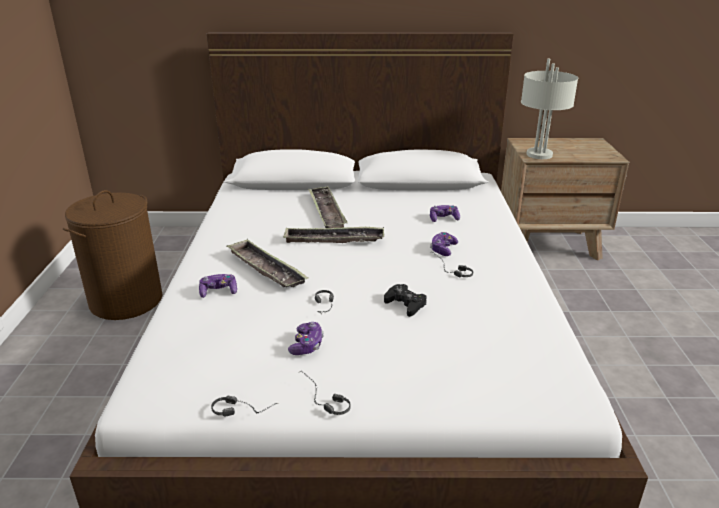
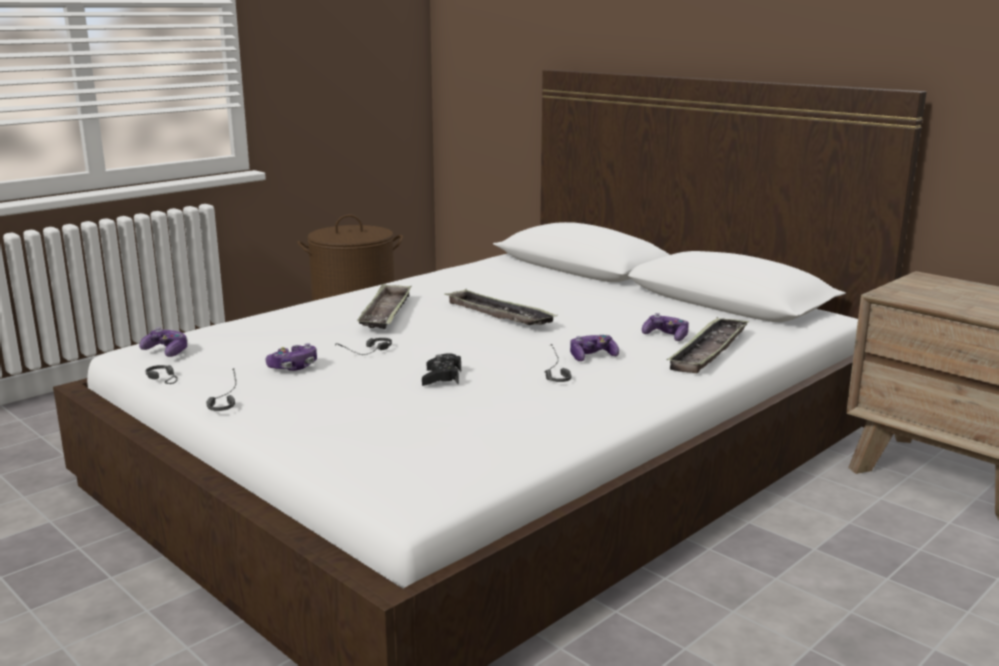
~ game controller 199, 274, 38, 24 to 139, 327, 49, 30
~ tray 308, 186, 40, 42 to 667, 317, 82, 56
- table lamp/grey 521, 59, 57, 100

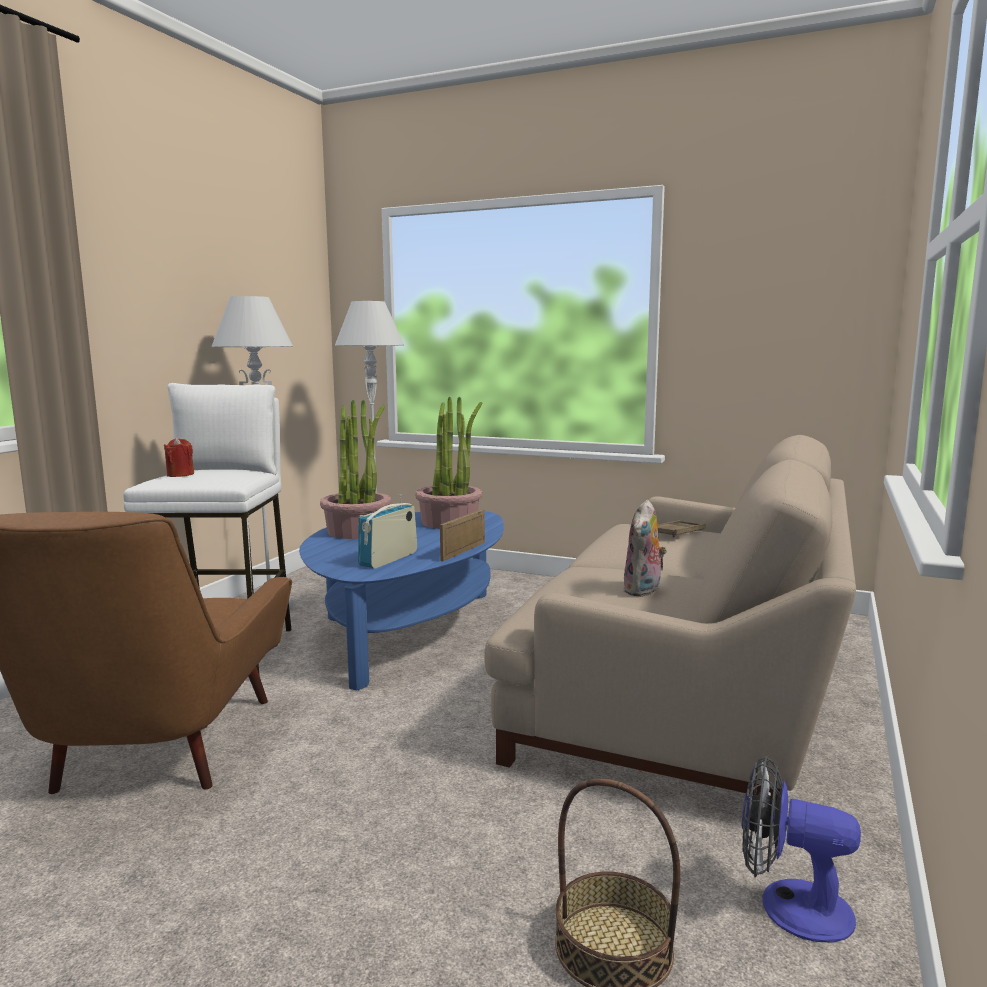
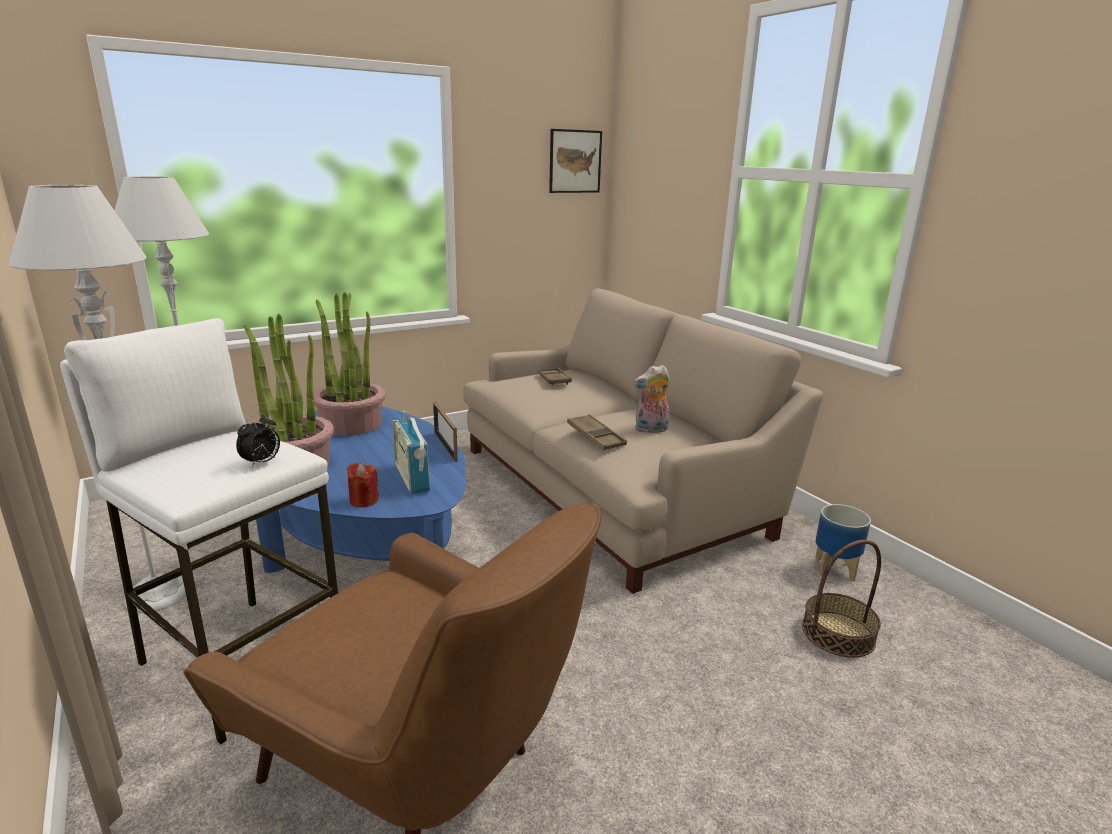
+ alarm clock 236, 413, 44, 55
~ candle/red 164, 437, 30, 40 to 347, 463, 32, 44
+ picture 549, 129, 53, 64
+ tray/brown 567, 414, 60, 36
~ plush toy 623, 500, 44, 97 = 633, 365, 37, 68 105 degrees clockwise
~ fan 741, 756, 120, 187 to planter 815, 504, 56, 77

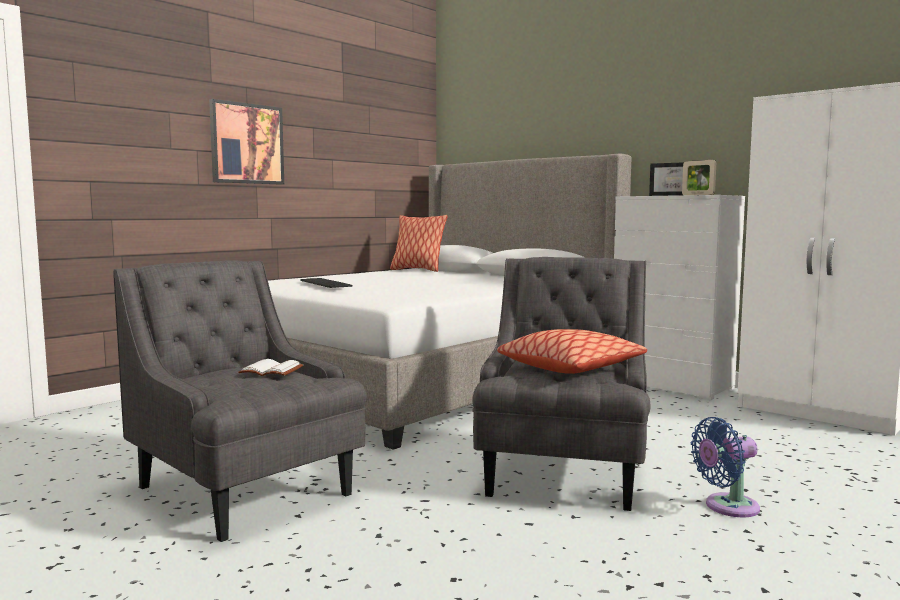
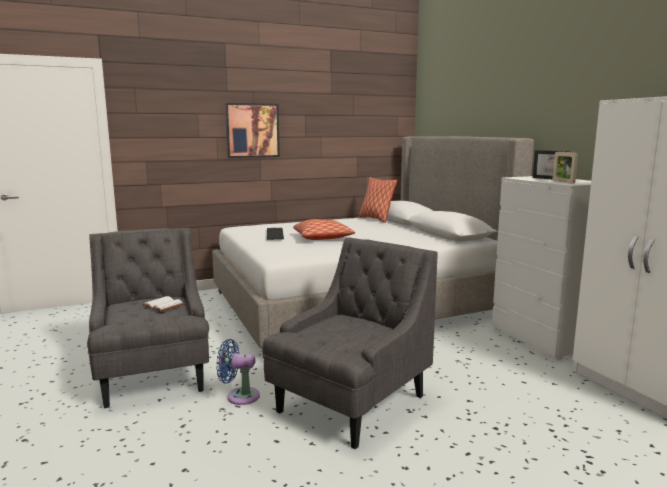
~ fan/blue 691, 417, 69, 100 to 216, 339, 44, 66
~ pillow 497, 329, 150, 45 to 293, 219, 62, 21

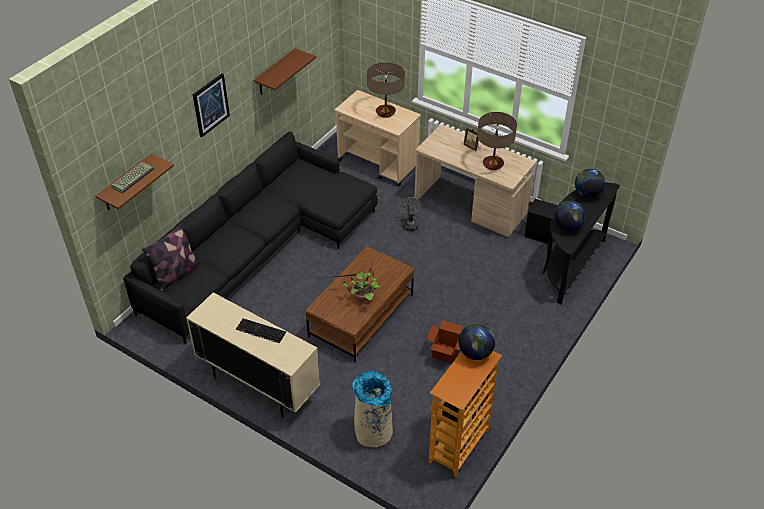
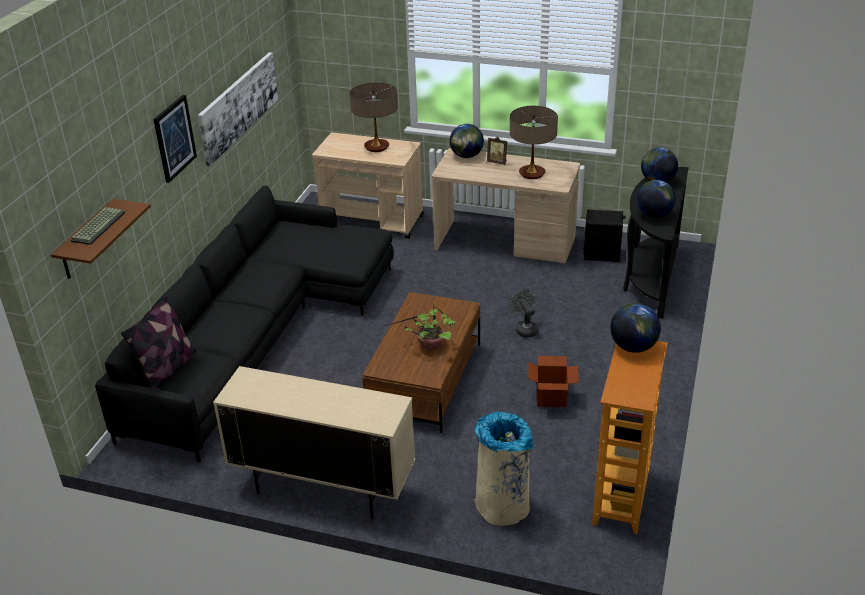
~ shelf/brown 253, 48, 63, 47 to picture 198, 52, 80, 114
+ globe 450, 124, 34, 34
~ fan/grey 400, 197, 21, 34 to 509, 289, 29, 49
- keyboard 236, 318, 50, 25

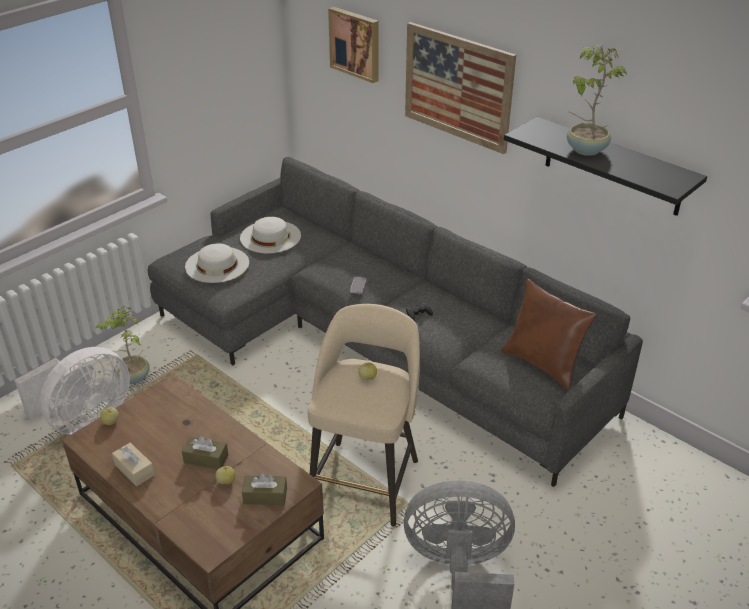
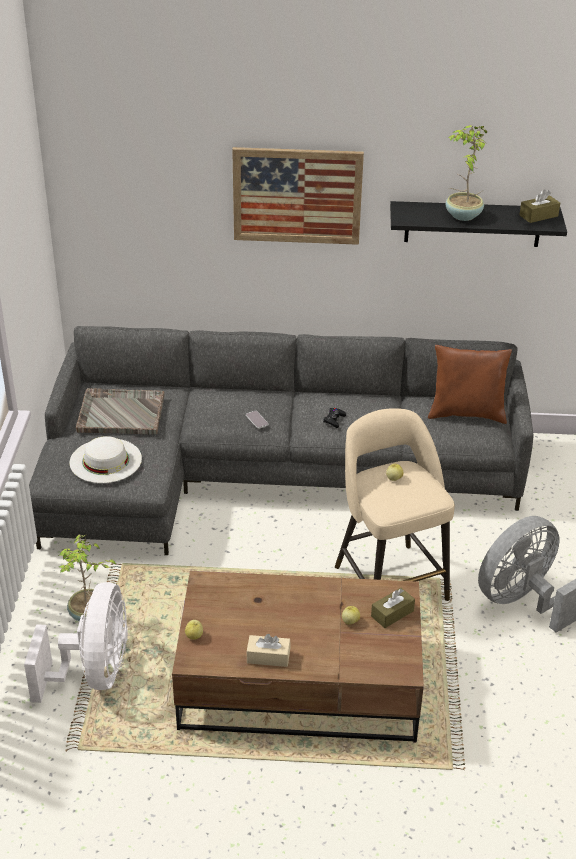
~ hat/white 240, 217, 61, 36 to tray/grey 76, 388, 89, 46
~ tissue box/brown 182, 436, 46, 34 to 520, 189, 40, 34
- picture 328, 7, 51, 76

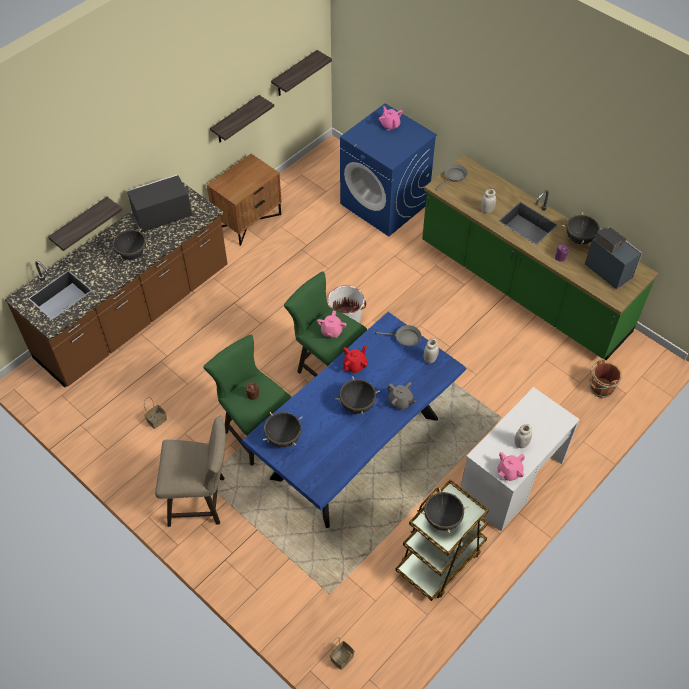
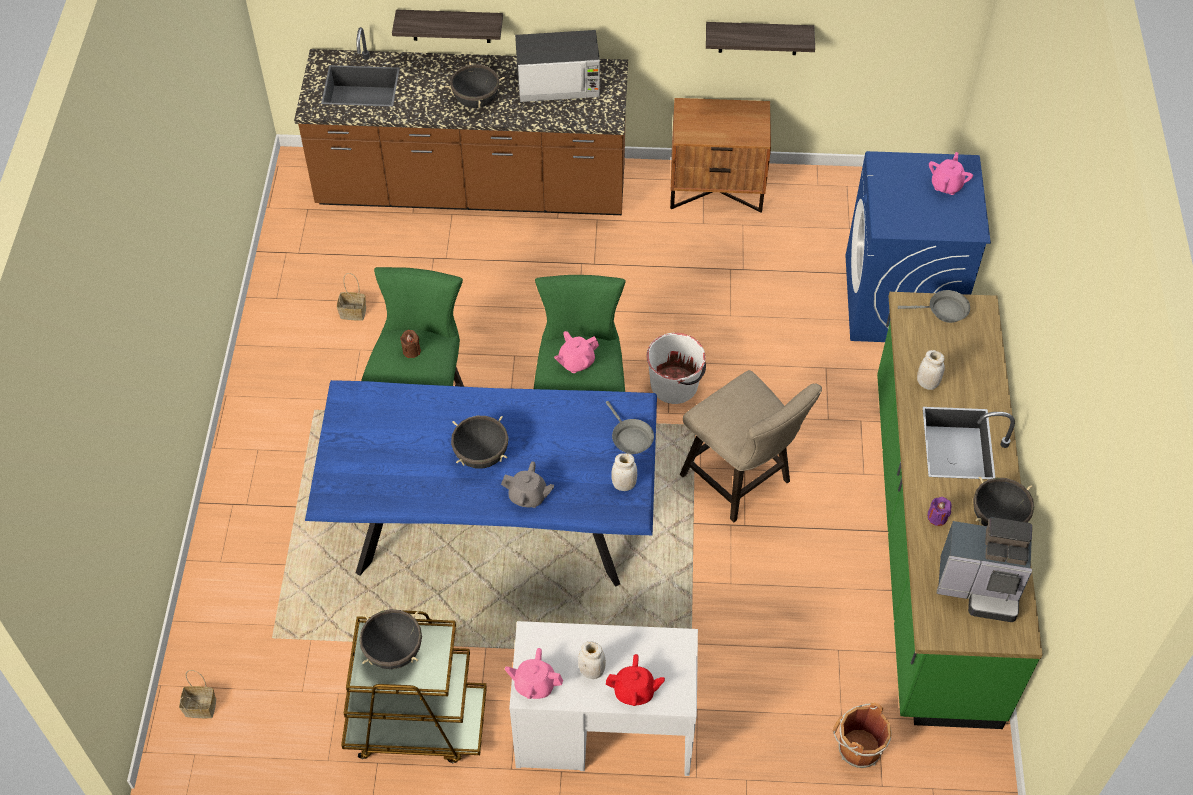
~ teapot/grey 387, 382, 30, 28 = 501, 462, 53, 46 75 degrees counterclockwise
~ microwave 127, 174, 65, 58 = 515, 30, 85, 72 150 degrees clockwise
~ teapot/red 343, 345, 24, 28 to 606, 654, 59, 52
~ stool/beige 155, 416, 71, 111 to 680, 370, 142, 152
~ coffee machine 585, 227, 58, 62 = 937, 517, 95, 105 90 degrees clockwise
- cooking pot/black 263, 412, 39, 36
- shelf 271, 50, 61, 46

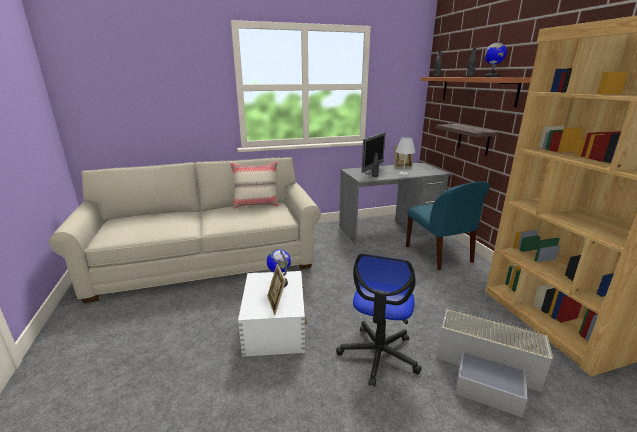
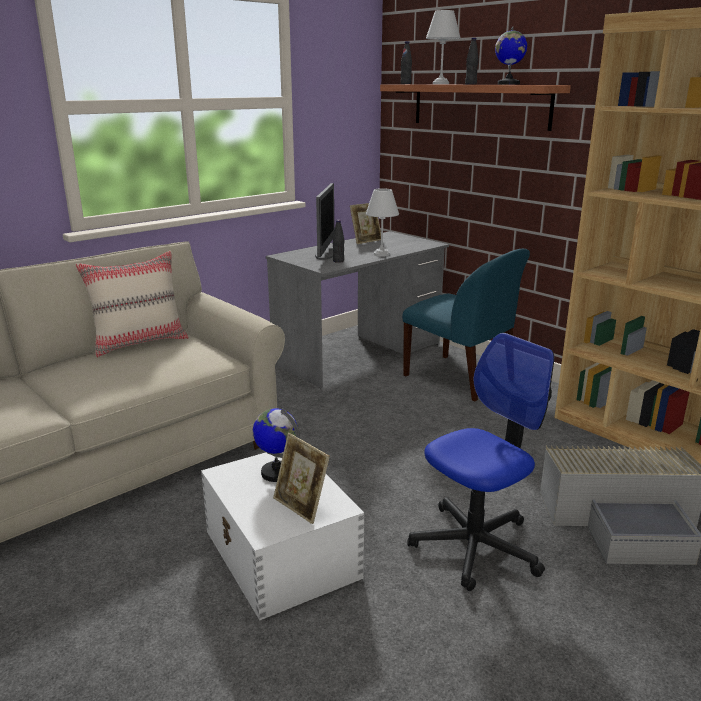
~ office chair 336, 253, 86, 134 = 407, 333, 147, 258 120 degrees counterclockwise
+ table lamp/white 426, 10, 35, 74
- shelf 436, 124, 63, 32

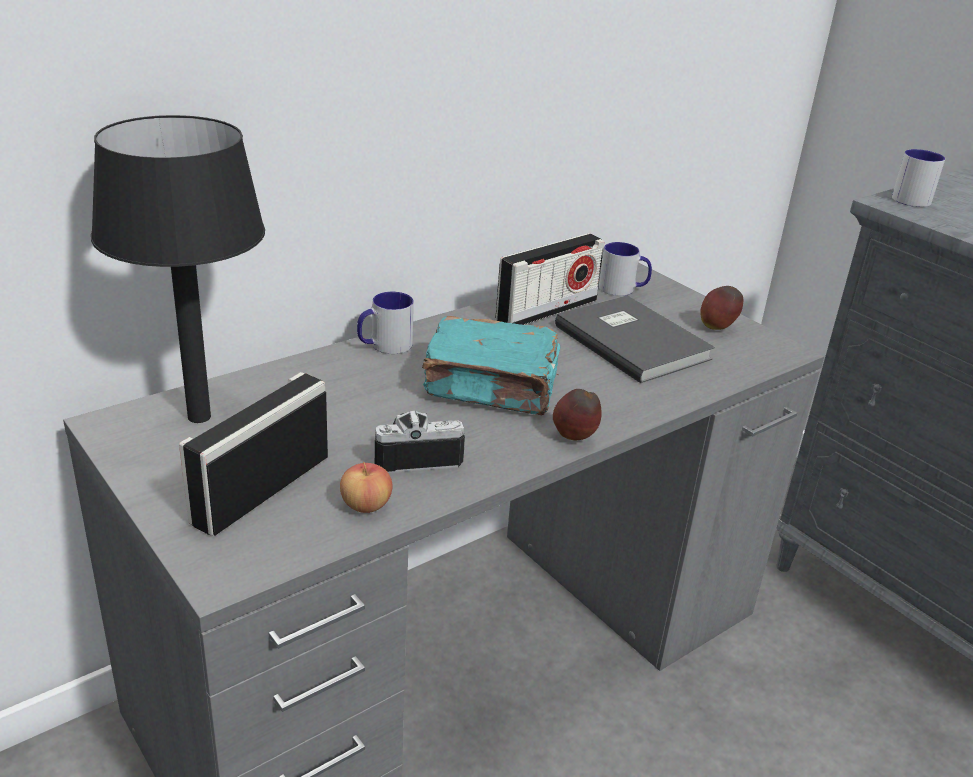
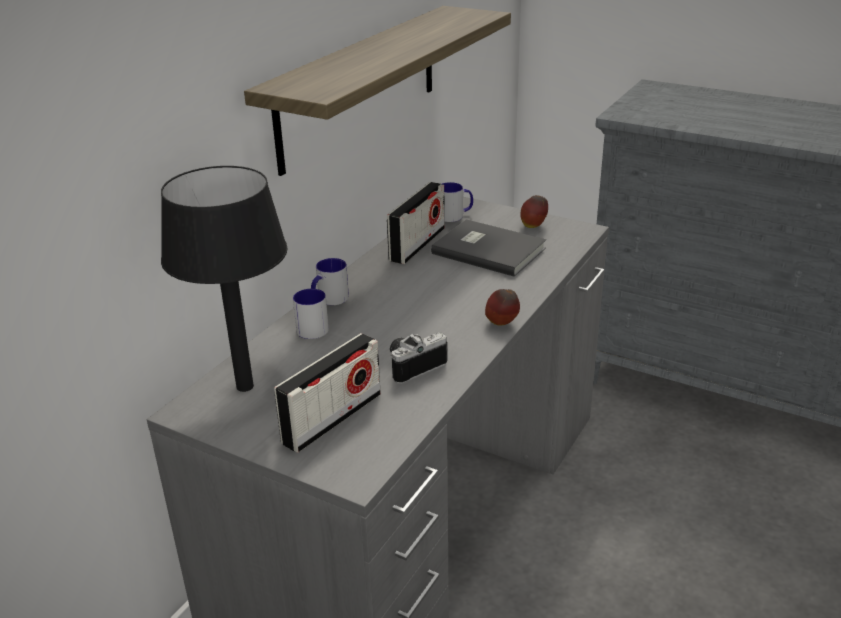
+ shelf 244, 6, 267, 170
~ radio 179, 372, 149, 164 = 274, 333, 107, 120 150 degrees counterclockwise
~ mug 892, 149, 53, 58 to 293, 289, 36, 50
- apple 340, 462, 53, 51
- book/turquoise 422, 316, 138, 99

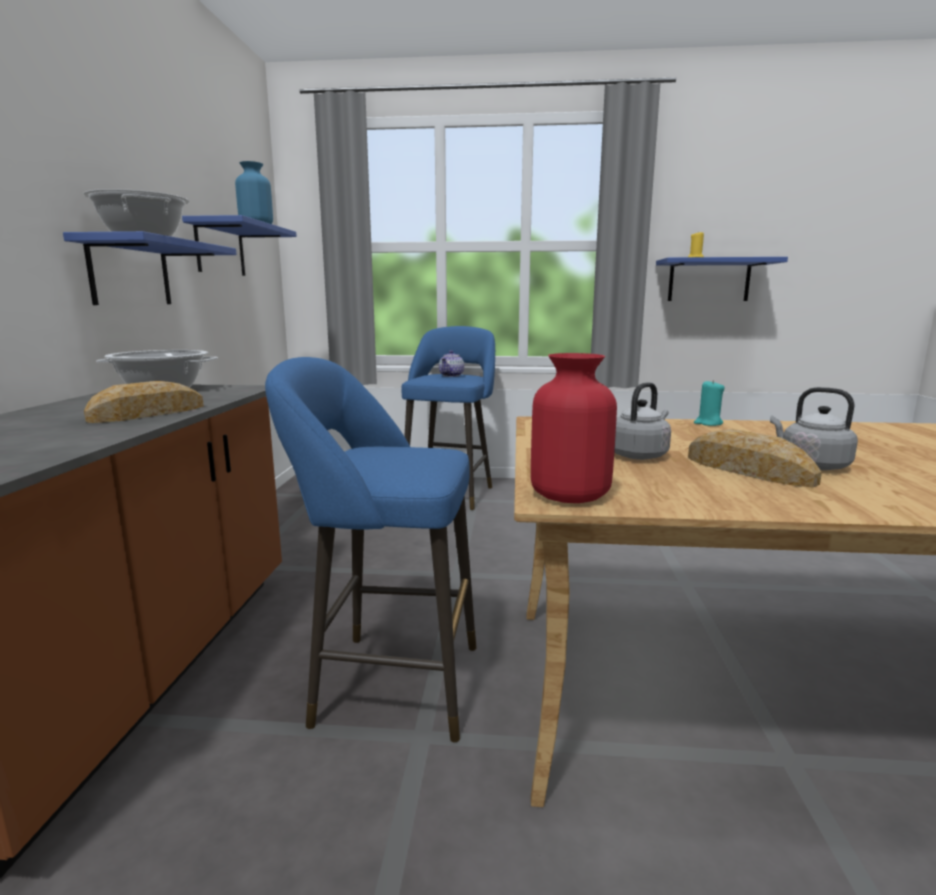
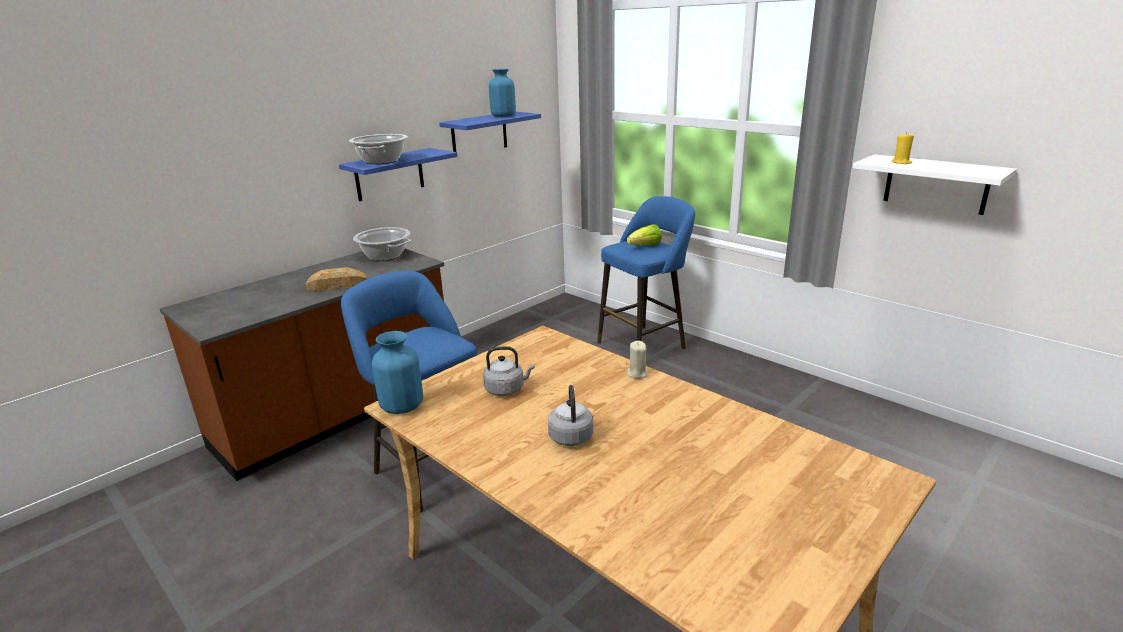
~ vase/red 531, 353, 86, 150 to vase/blue 372, 331, 51, 83
~ teapot 439, 350, 25, 27 to lettuce 627, 224, 35, 22
~ candle/turquoise 694, 380, 30, 46 to candle/beige 627, 341, 20, 38
~ shelf/blue 656, 257, 132, 44 to shelf/white 853, 154, 164, 61
- bread 688, 429, 134, 59

